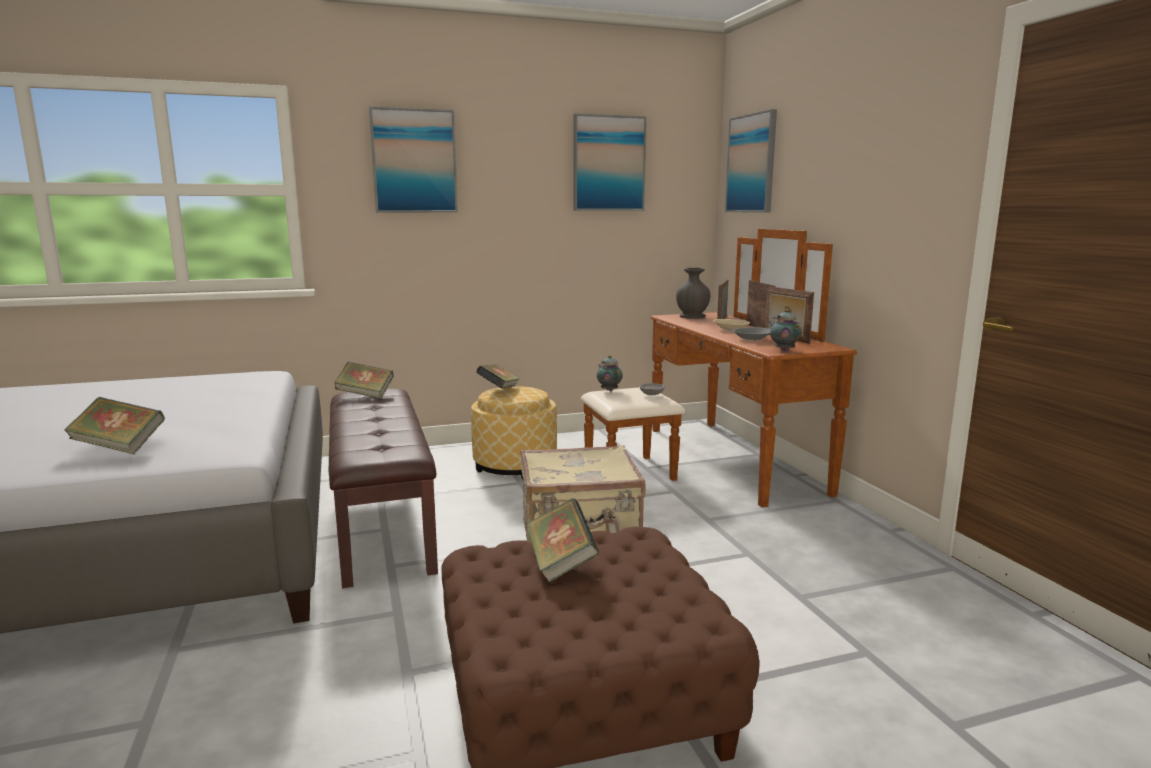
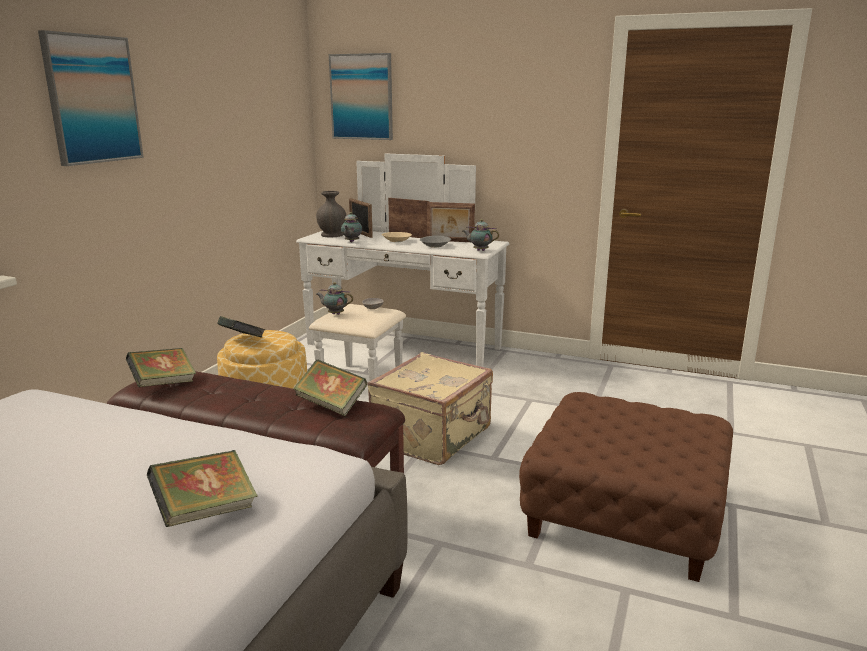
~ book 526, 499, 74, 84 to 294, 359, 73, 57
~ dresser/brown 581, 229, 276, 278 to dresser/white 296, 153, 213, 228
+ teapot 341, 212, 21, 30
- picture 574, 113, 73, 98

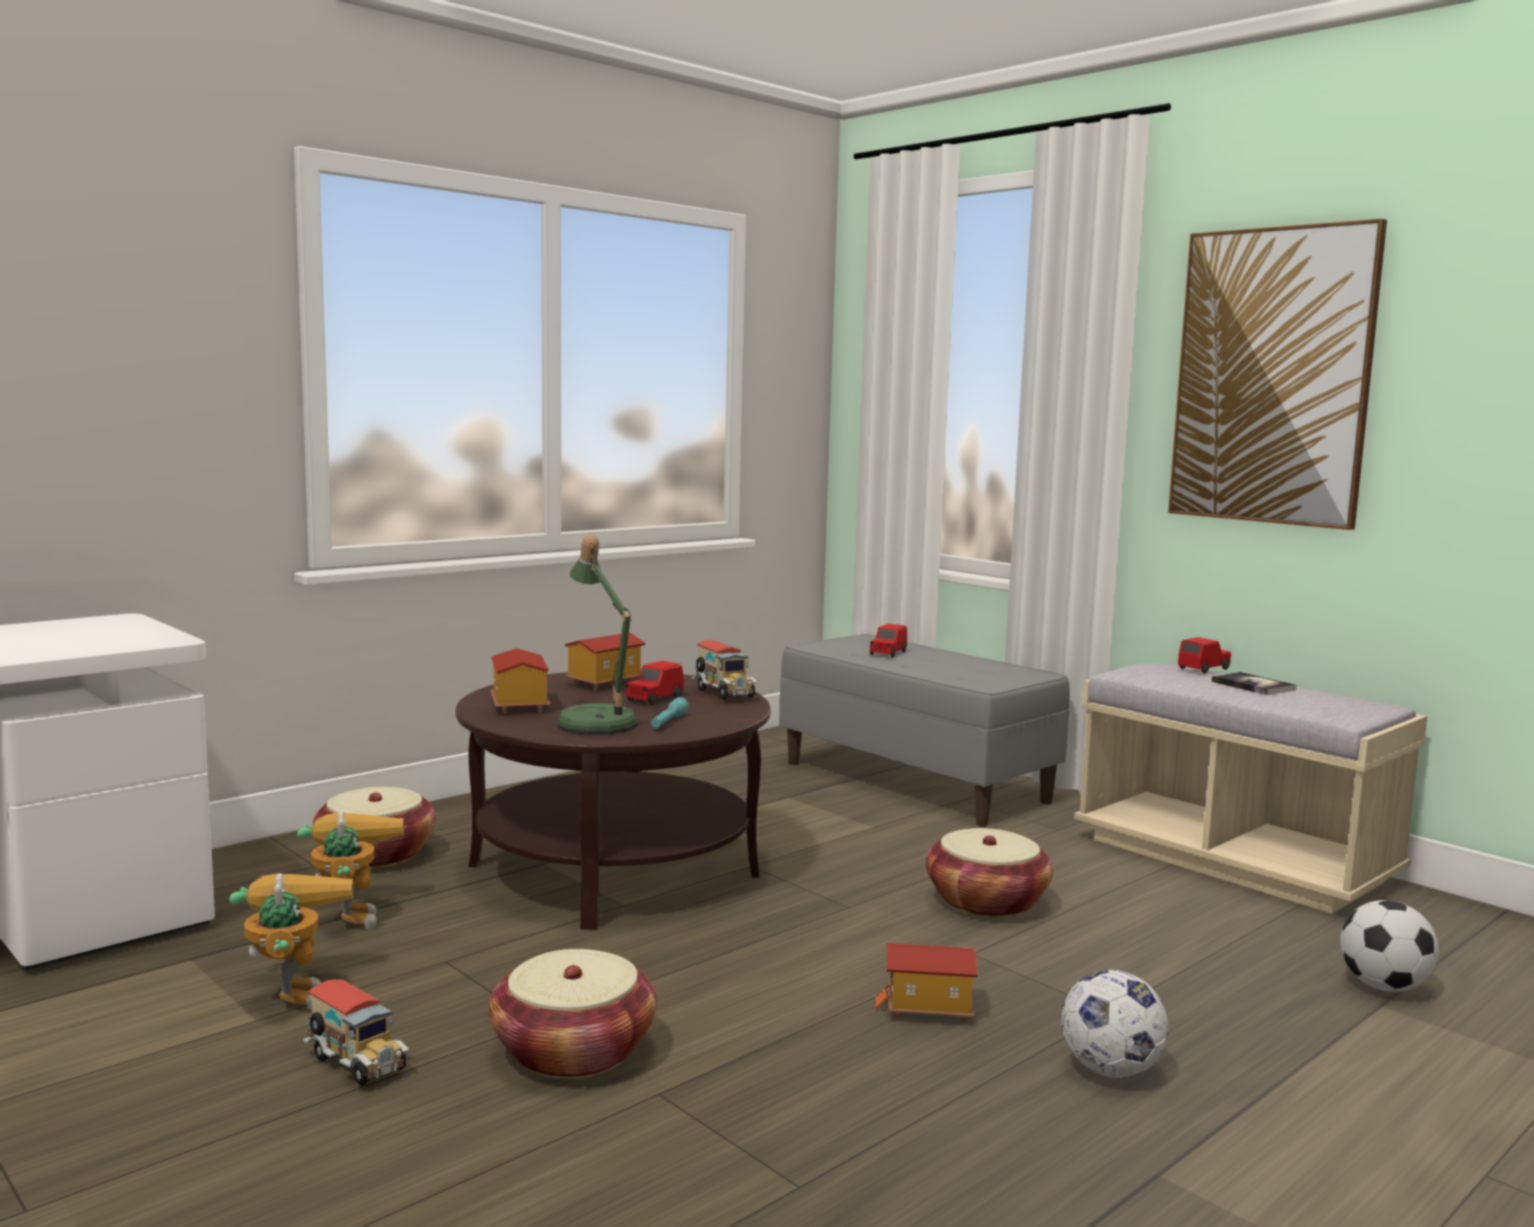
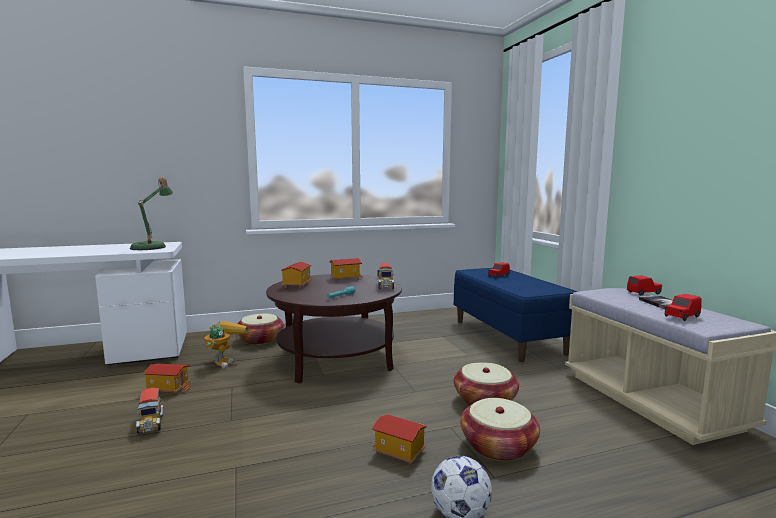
~ table lamp 557, 534, 81, 201 to 130, 176, 43, 74
~ toy robot 229, 873, 125, 136 to toy house 143, 364, 48, 30
~ bench/grey 779, 634, 291, 192 to bench/blue 454, 268, 123, 94
~ basket 489, 949, 168, 130 to 460, 398, 80, 63
~ toy car/red 626, 661, 58, 44 to 665, 294, 37, 27
- picture 1168, 219, 219, 311
- football 1340, 900, 99, 92

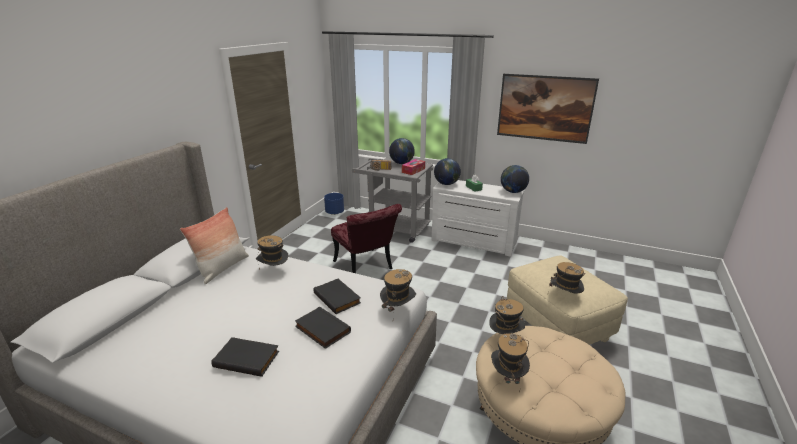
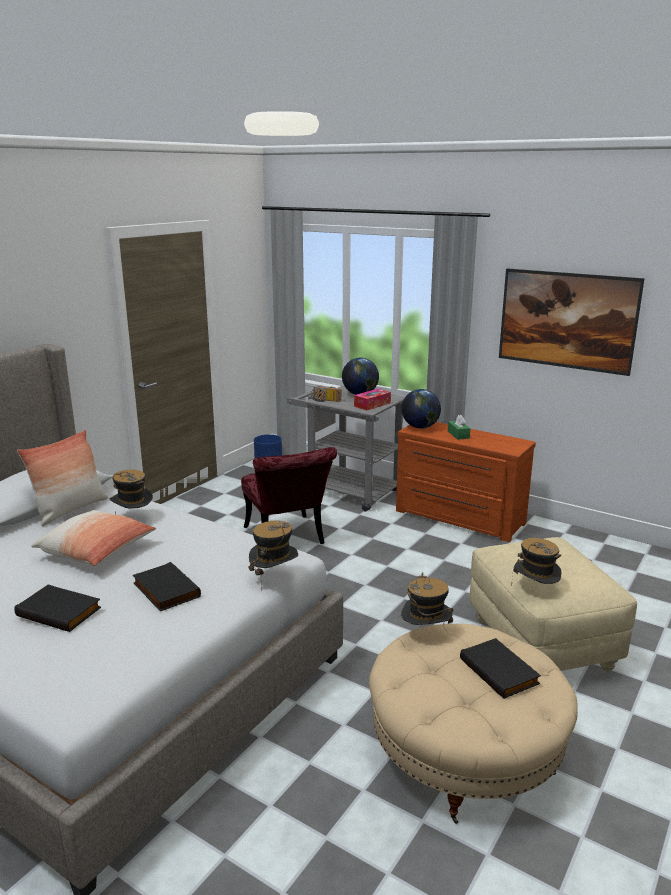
+ pillow 31, 510, 125, 56
~ dresser/white 431, 180, 93, 77 to dresser/brown 396, 422, 140, 120
~ book/black 313, 278, 48, 36 to 460, 638, 81, 61
- hat 491, 333, 39, 60
- globe 501, 165, 28, 28

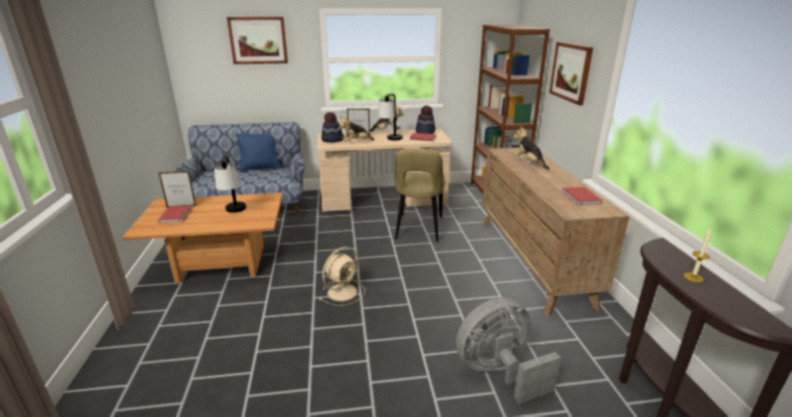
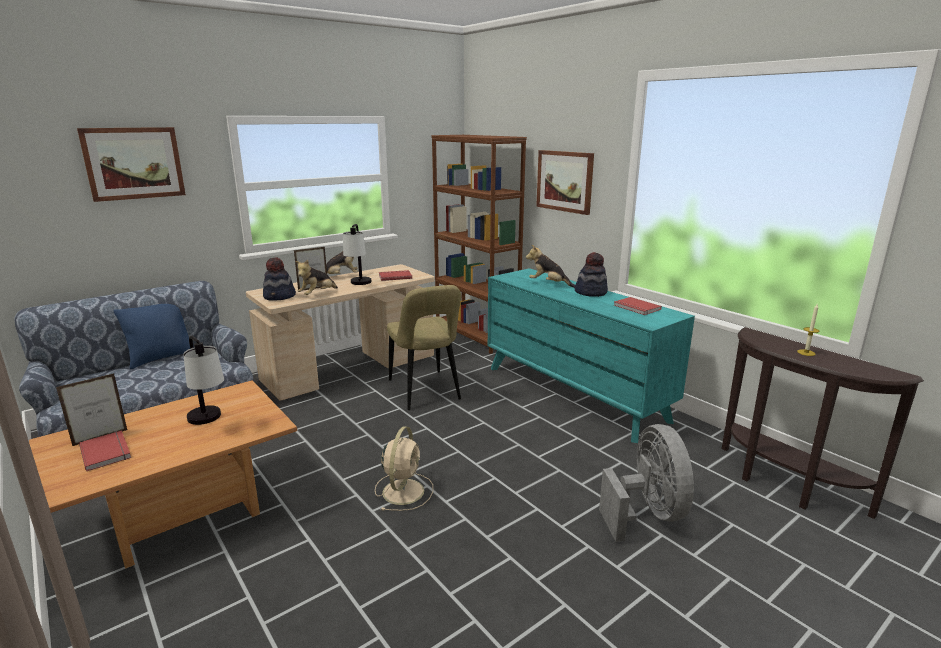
~ dresser/brown 482, 147, 148, 170 to dresser/turquoise 488, 268, 207, 175
~ hat 416, 105, 20, 29 to 574, 252, 34, 45
~ fan/grey 456, 298, 105, 106 = 599, 424, 95, 118 135 degrees clockwise

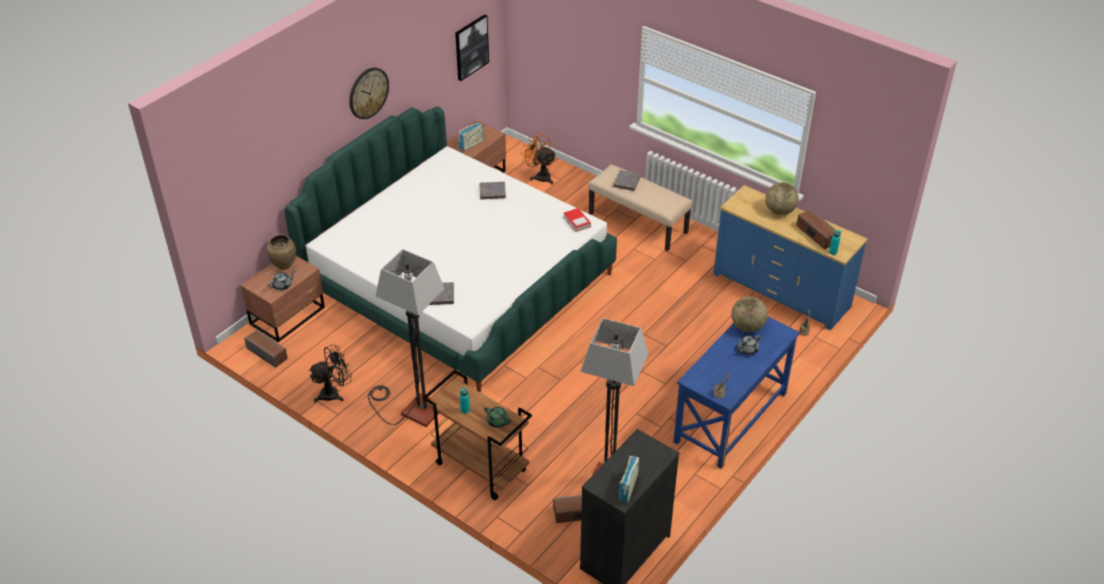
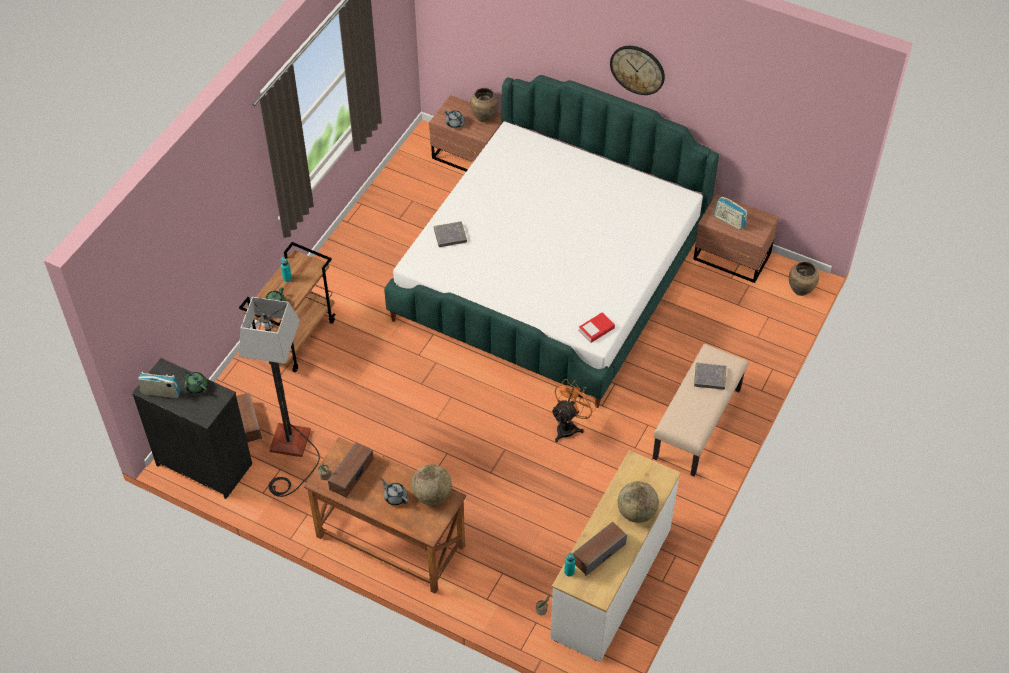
+ teapot/green 182, 368, 26, 26
~ desk/blue 673, 317, 127, 152 to desk/brown 304, 437, 162, 157
~ speaker 244, 330, 44, 38 to 328, 441, 46, 57
~ dresser/blue 713, 185, 155, 146 to dresser/white 550, 450, 131, 212
~ fan/orange 521, 132, 35, 52 to 551, 379, 46, 63
+ vase/brown 789, 261, 30, 35
- fan/black 309, 344, 43, 58
- floor lamp 368, 249, 77, 178
- picture 455, 14, 34, 67
- book/grey 480, 182, 26, 17

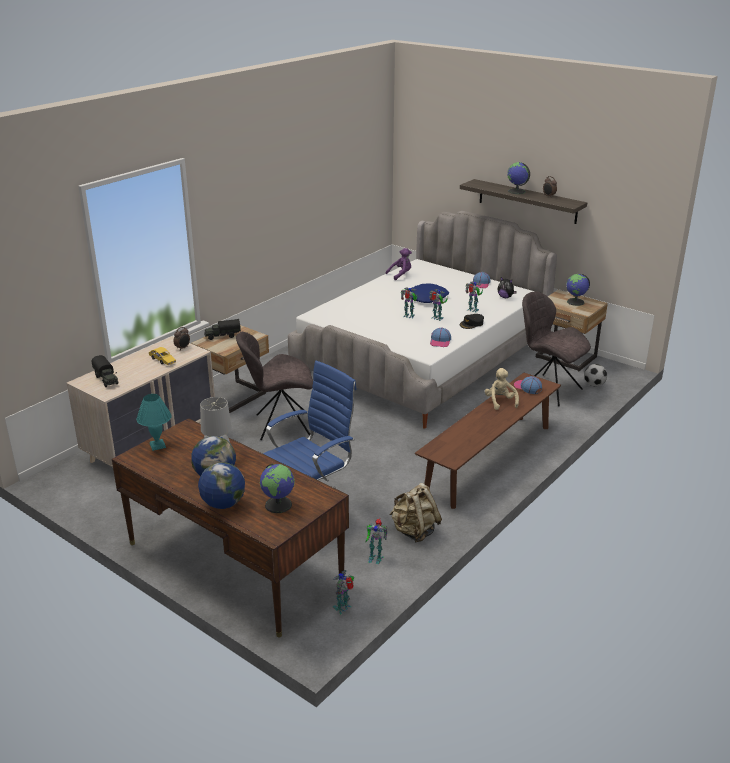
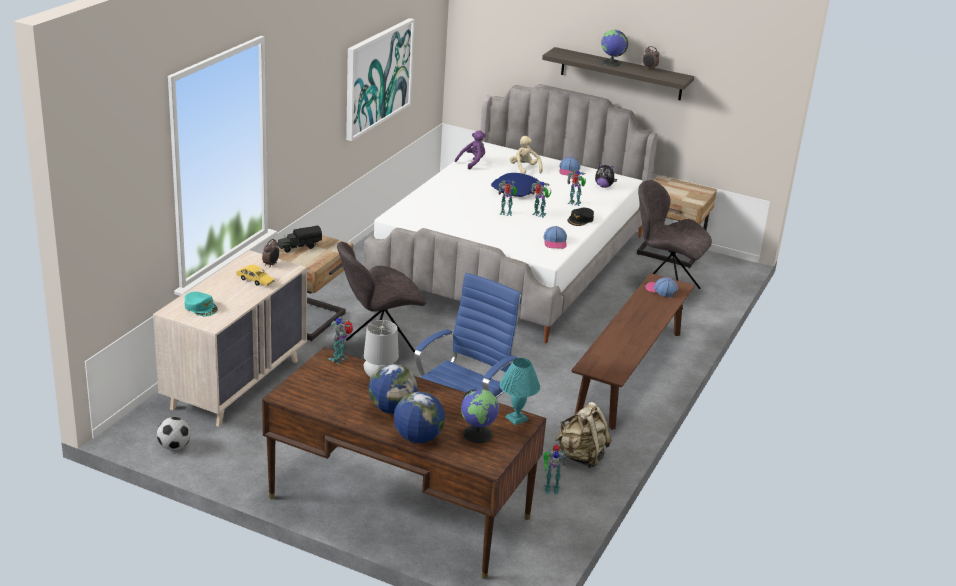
~ football 584, 364, 23, 22 to 157, 417, 34, 33
~ toy truck 91, 355, 27, 32 to cap/turquoise 185, 292, 33, 24
~ toy robot 333, 570, 21, 44 to 328, 316, 25, 48
+ picture 346, 18, 69, 123
~ table lamp/turquoise 136, 394, 36, 57 to 500, 358, 40, 67
~ plush toy/beige 485, 368, 34, 42 to 510, 136, 33, 38
- globe 566, 274, 24, 32

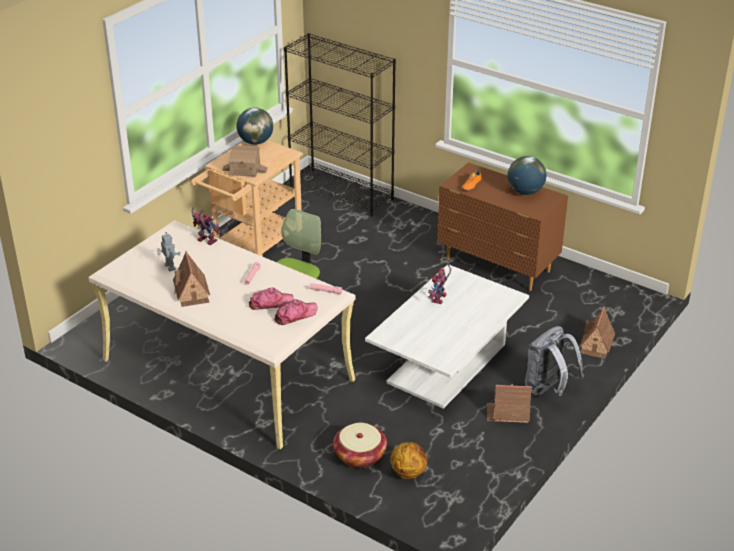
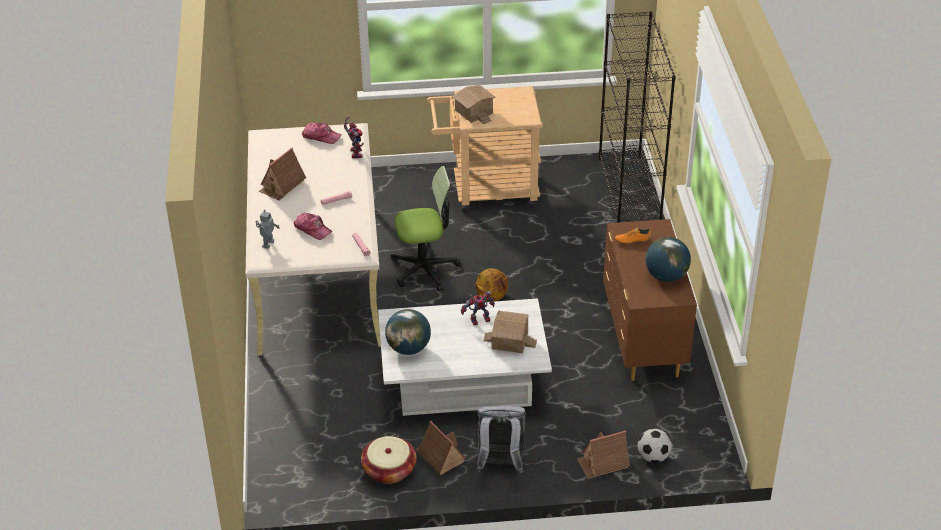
~ toy robot 157, 232, 24, 39 to 256, 210, 24, 39
~ cap 274, 299, 44, 26 to 302, 123, 40, 21
~ basket 333, 423, 54, 45 to 361, 436, 56, 48
~ globe 236, 108, 37, 37 to 385, 309, 46, 46
~ basketball 390, 442, 37, 37 to 475, 268, 33, 33
+ toy house 483, 310, 54, 43
+ football 638, 429, 34, 34

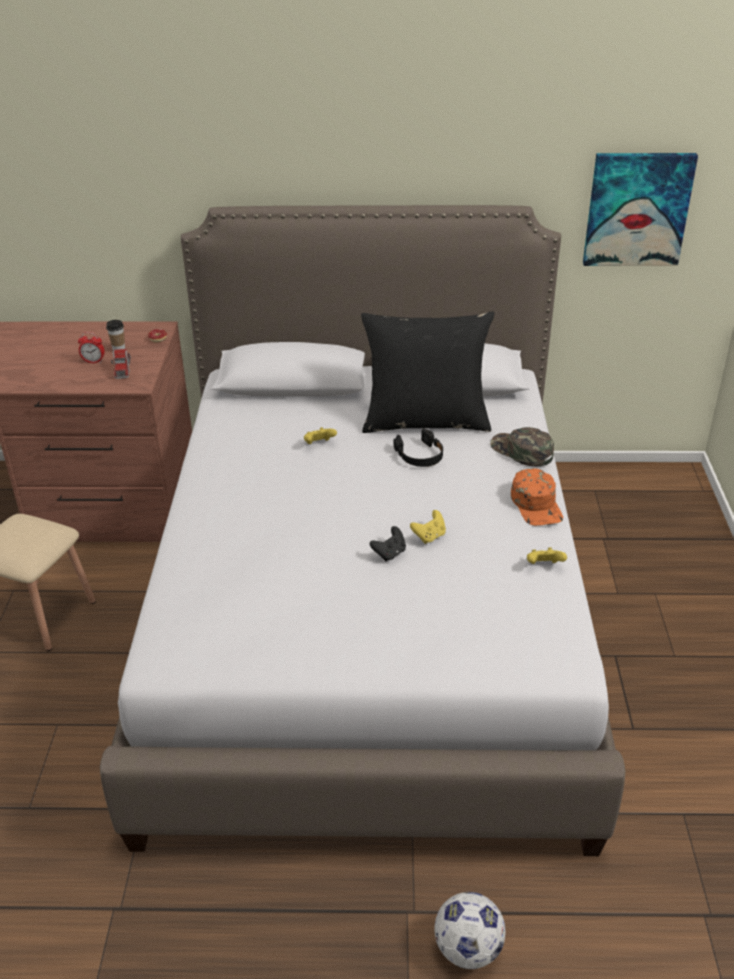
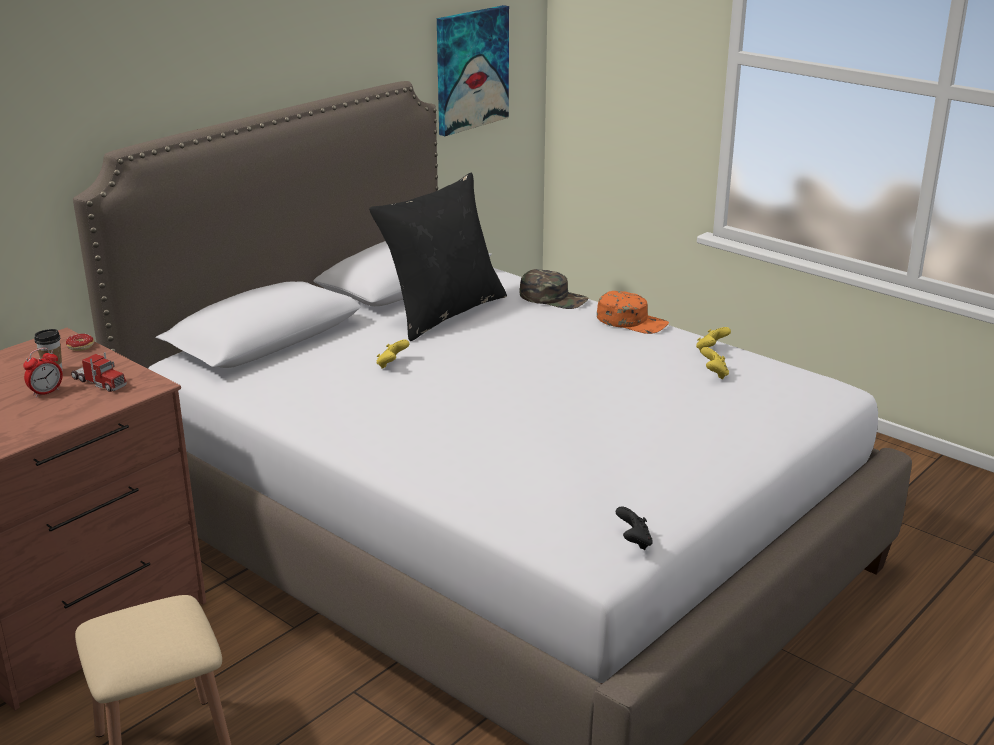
~ cap/green 490, 427, 64, 39 = 520, 269, 69, 40 150 degrees counterclockwise
~ game controller/black 370, 526, 36, 35 to 616, 507, 37, 43
~ game controller/yellow 410, 510, 36, 34 to 701, 347, 28, 32
- headphones/black 393, 429, 50, 38
- football 435, 892, 71, 77

